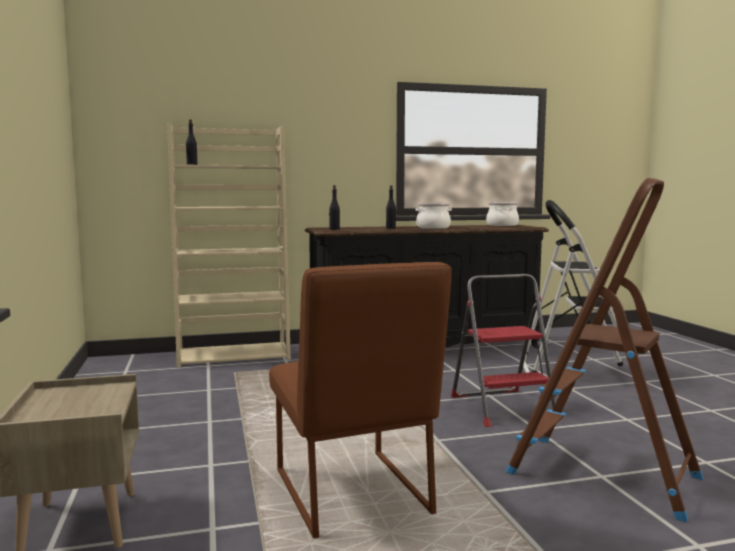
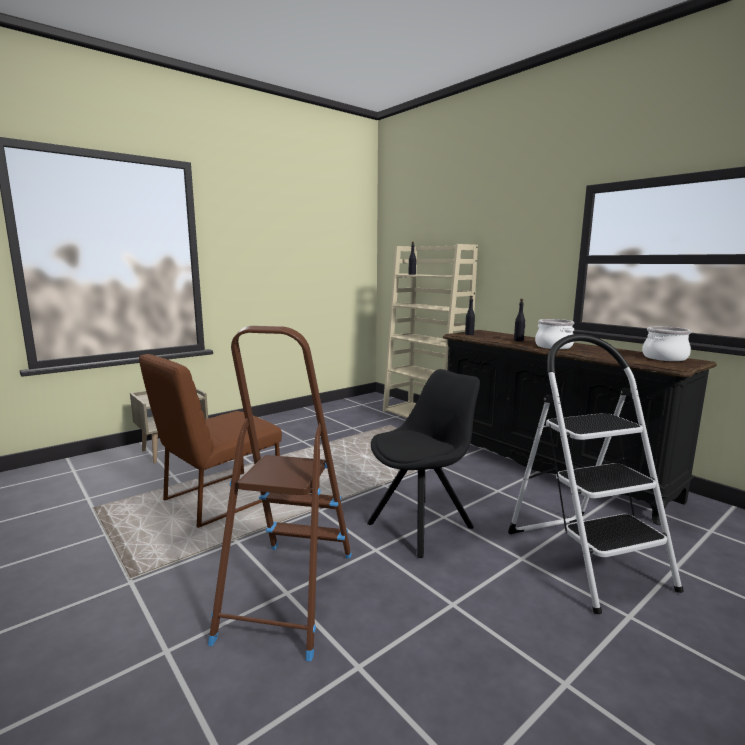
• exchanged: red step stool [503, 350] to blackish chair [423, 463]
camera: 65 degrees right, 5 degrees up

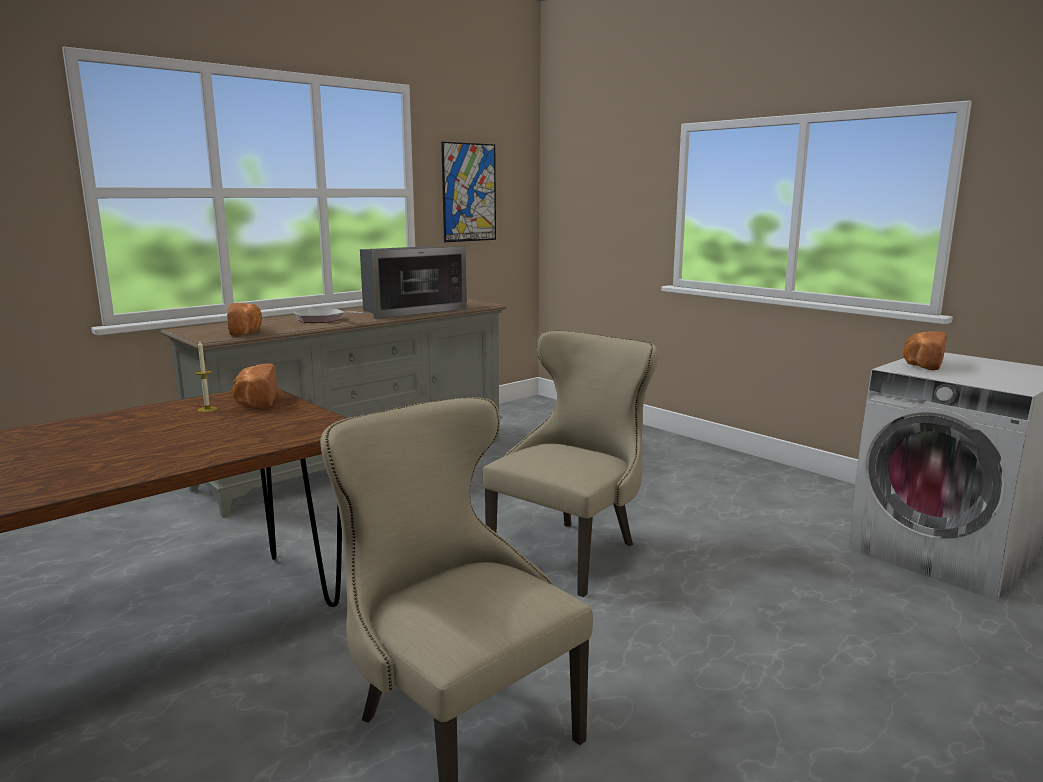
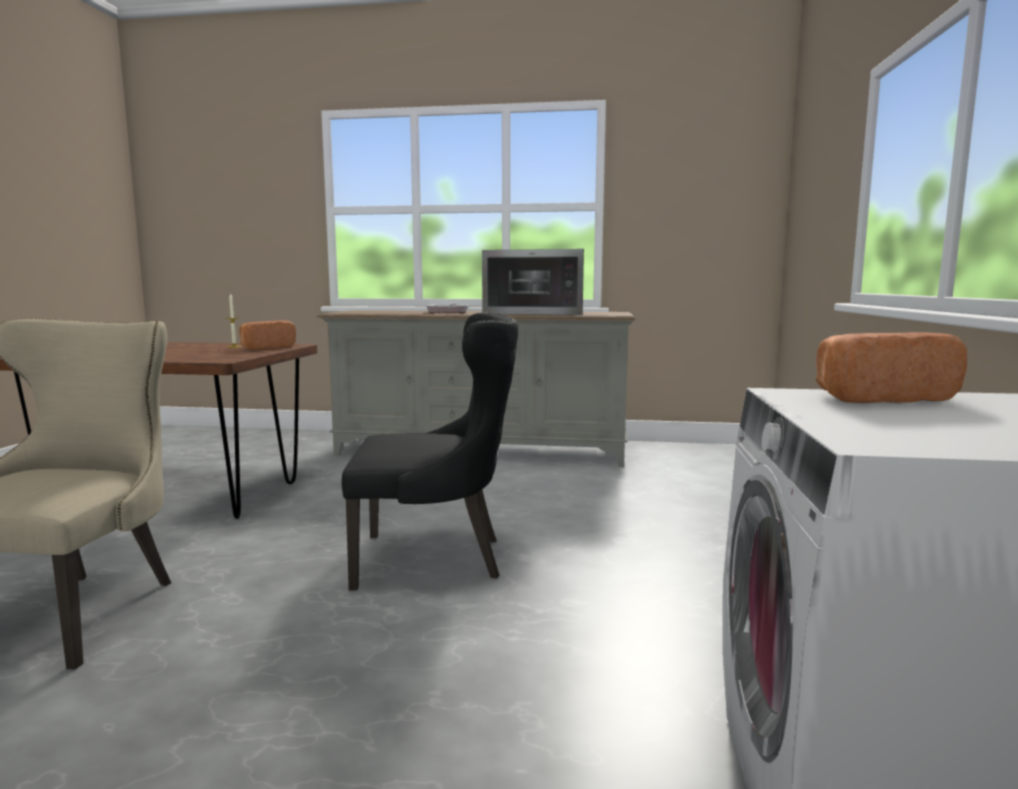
• colour: beige chair [570, 463] to blackish chair [430, 451]
• missing: bread [244, 319]
• missing: wall art [468, 192]
camera: 50 degrees right, 5 degrees down

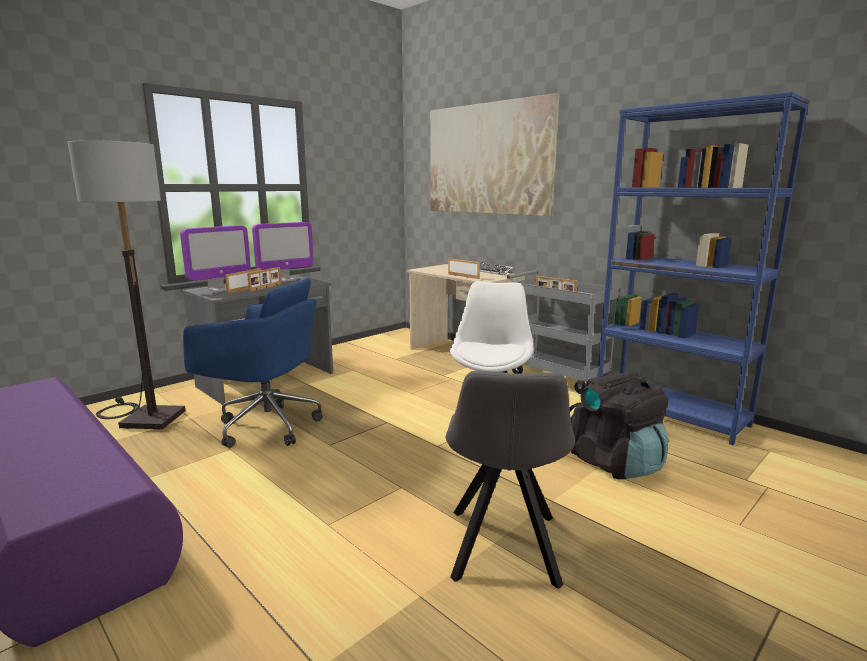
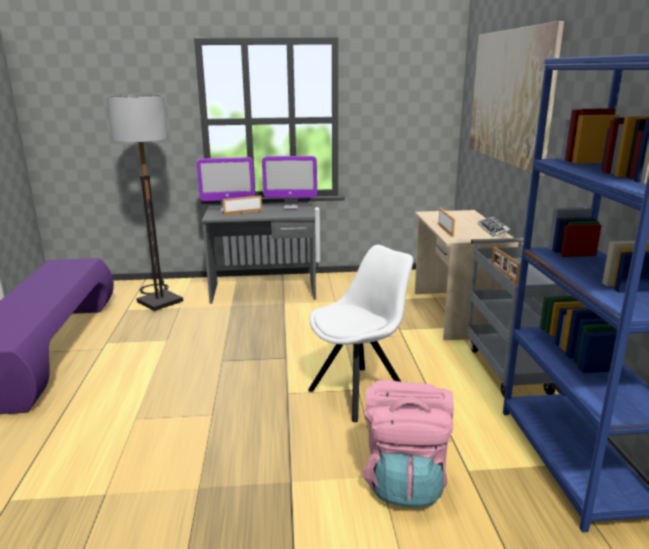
• colour: blackish backpack [618, 425] to pink-coloured backpack [409, 443]
• missing: blue computer chair [252, 363]
• missing: photo frame [264, 279]
• missing: gray chair [510, 479]
camera: 40 degrees right, 5 degrees up

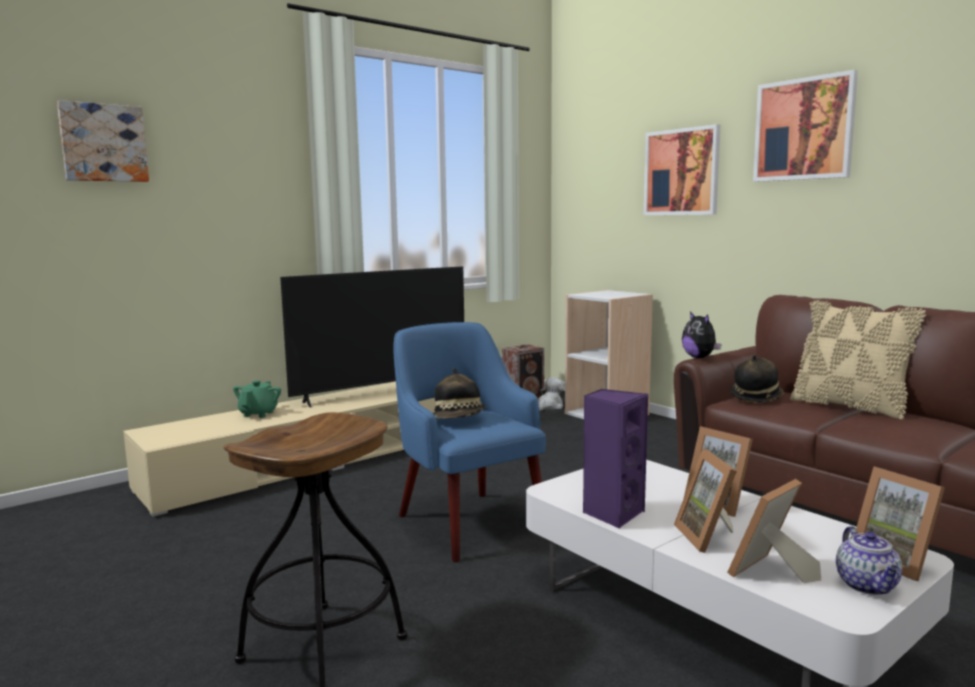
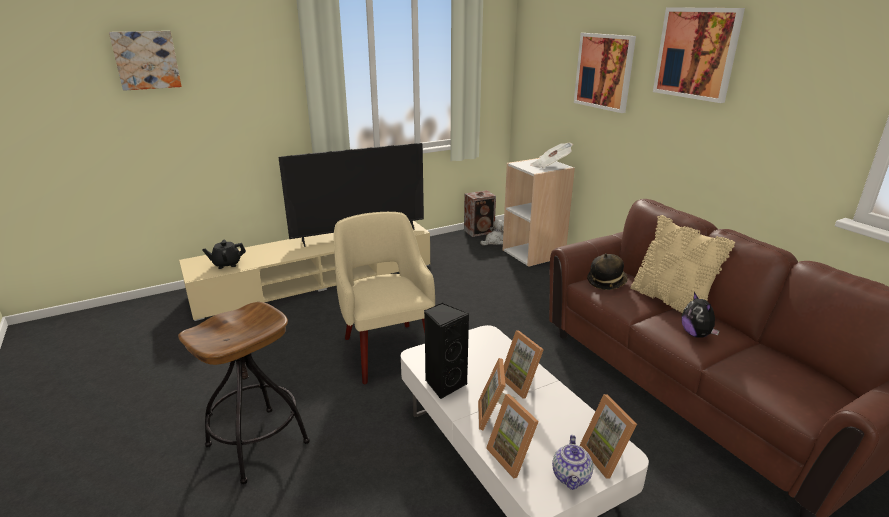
• appeared: blackish pot for tea [224, 254]
• colour: blue armchair [470, 442] to beige armchair [384, 298]
• colour: purple-coloured speaker [615, 459] to blackish speaker [446, 351]
• spun: photo frame [774, 531] = [512, 436] 90 degrees counterclockwise
• appeared: daily paper [551, 155]
• relocated: cuddly toy [702, 334] to [701, 314]
• missing: green pot for tea [257, 399]
• missing: hat [459, 393]
camera: 10 degrees right, 15 degrees up

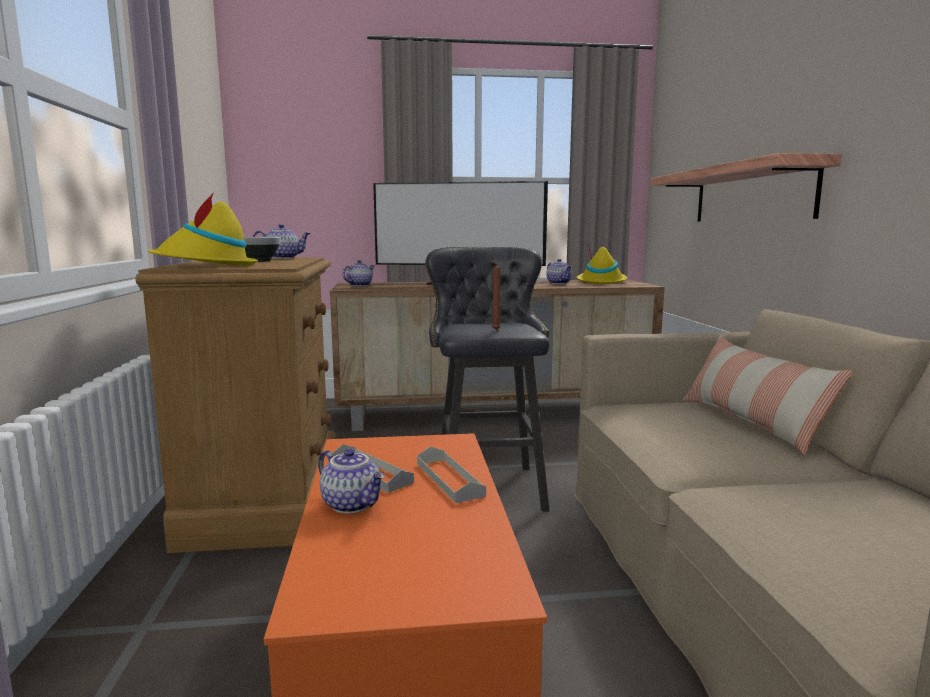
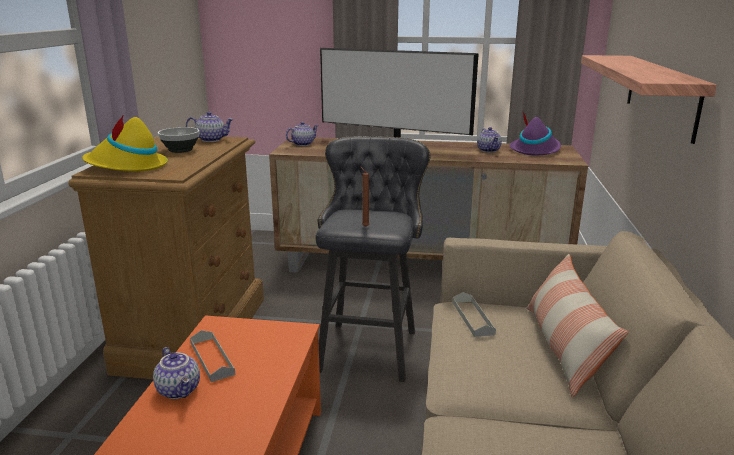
• relocated: gray carrying tray [451, 475] to [474, 314]
• colour: yellow hat [602, 263] to purple-coloured hat [535, 133]
camera: 15 degrees right, 10 degrees up

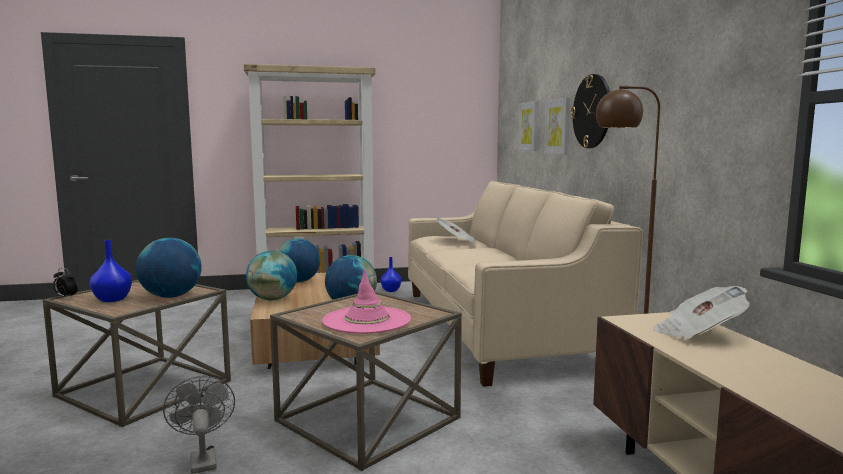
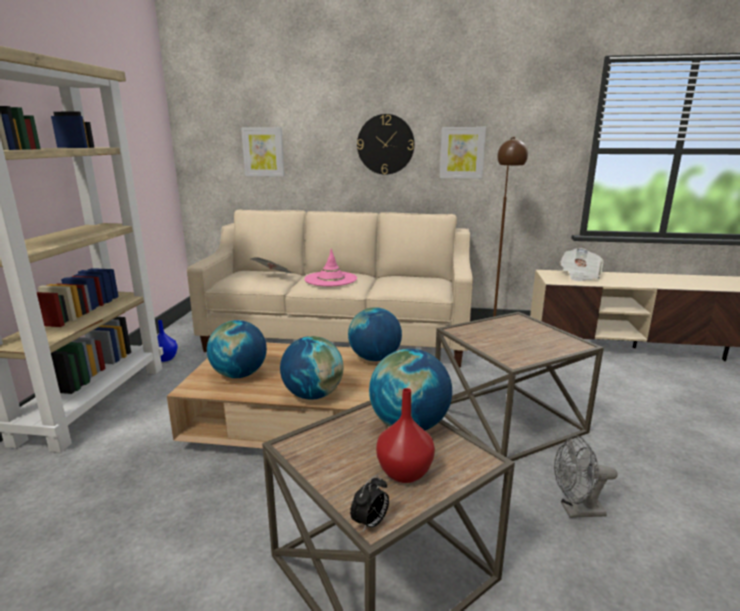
• relocated: pink-coloured hat [366, 301] to [330, 267]
• colour: blue vase [111, 271] to red vase [405, 435]
• relocated: wall art [557, 125] to [463, 153]
camera: 70 degrees left, 10 degrees up

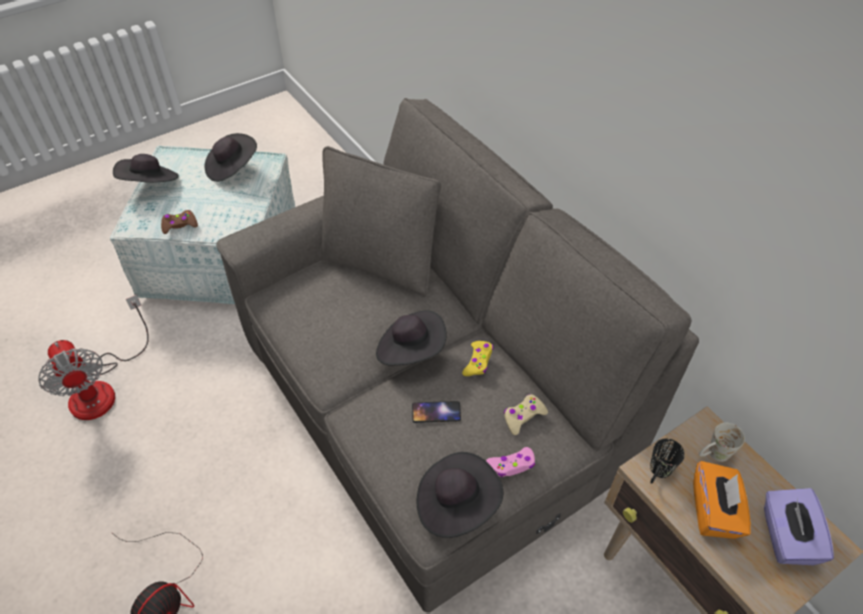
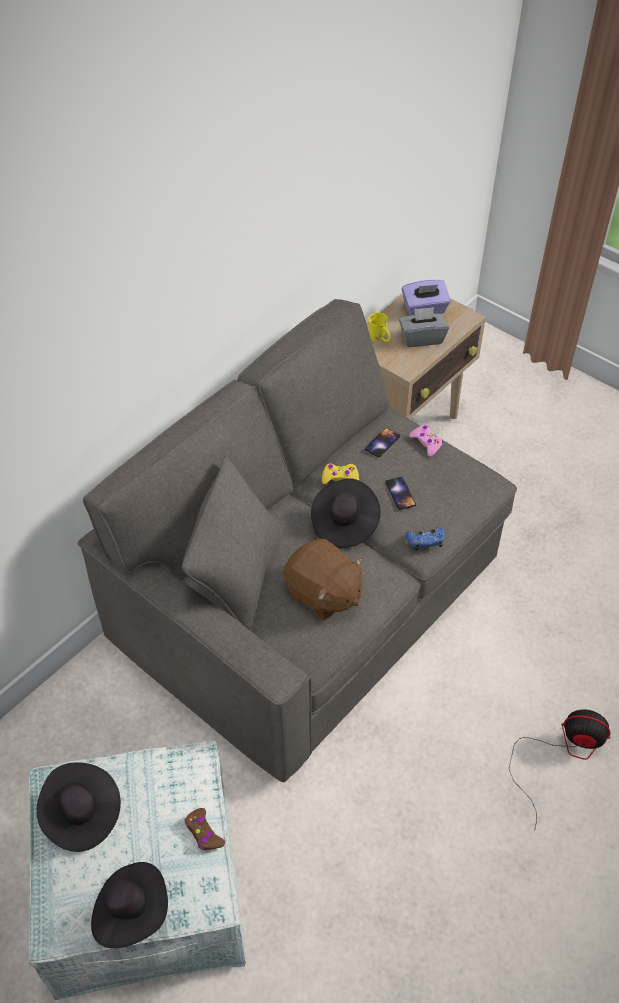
• appeared: brownish cuddly toy [323, 579]
• exchanged: beige game controller [526, 414] to phone [382, 442]
• colour: white-coloured mug [722, 442] to yellow mug [379, 327]
• colour: orange-coloured box of tissues [722, 500] to gray box of tissues [424, 327]
• appeared: blue game controller [425, 538]
• missing: cooling fan [93, 357]
• missing: blackish hat [459, 495]
• missing: blackish mug [667, 461]
camera: 105 degrees left, 0 degrees up

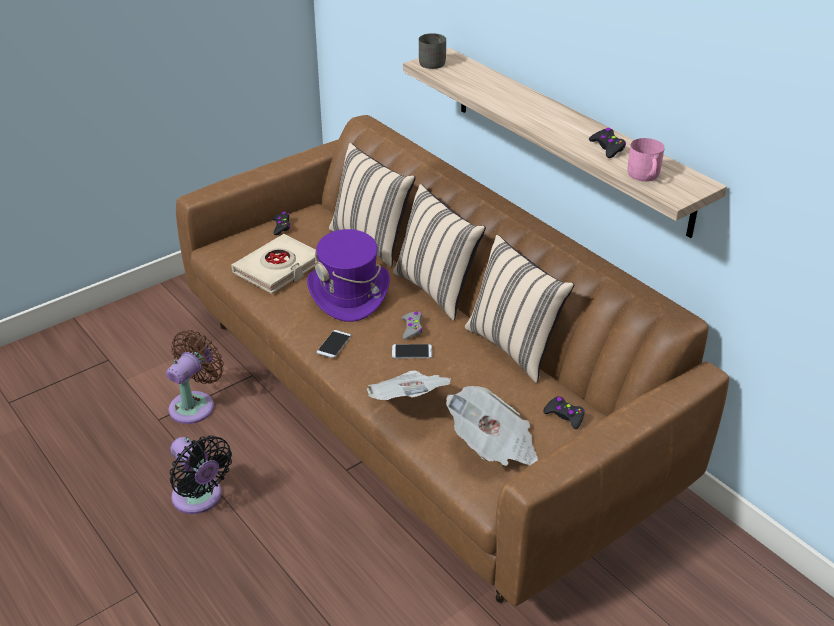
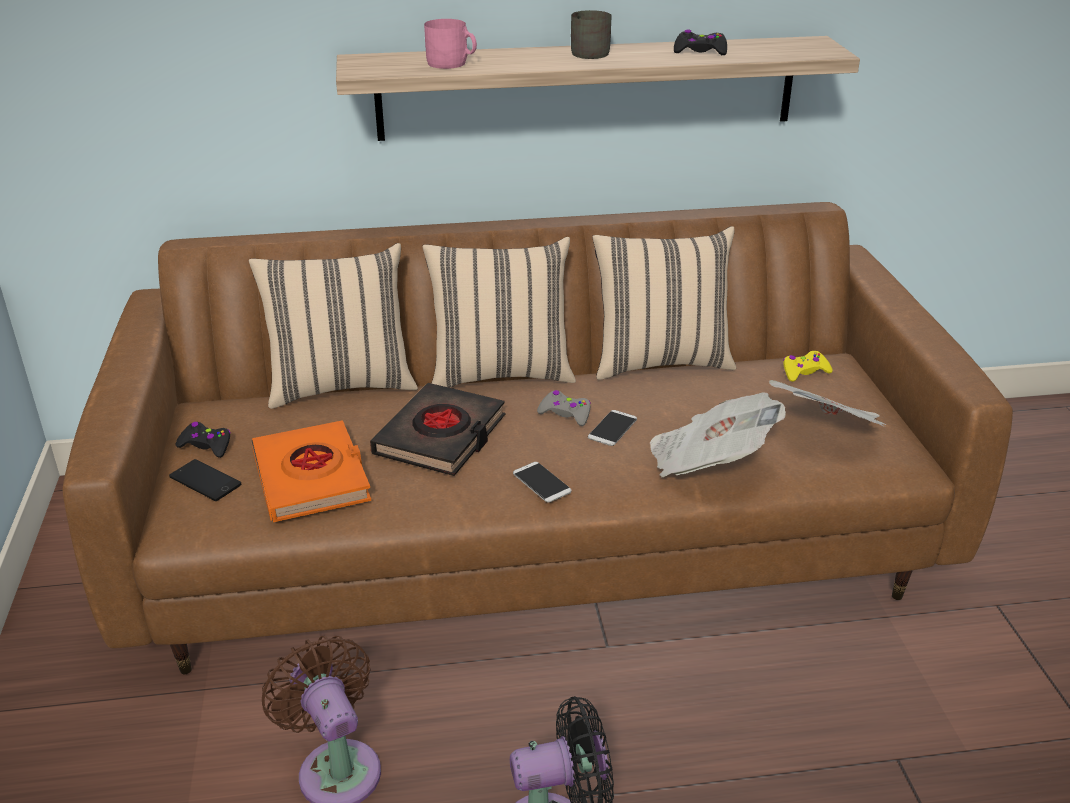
• appeared: phone [205, 480]
• colour: beige bound book [273, 264] to orange-coloured bound book [311, 471]
• exchanged: purple-coloured hat [348, 275] to blackish bound book [438, 429]
• relocated: pink-coloured mug [646, 160] to [450, 44]
• relocated: gray mug [432, 51] to [591, 34]
• colour: blackish game controller [564, 412] to yellow game controller [808, 366]
camera: 60 degrees left, 5 degrees down

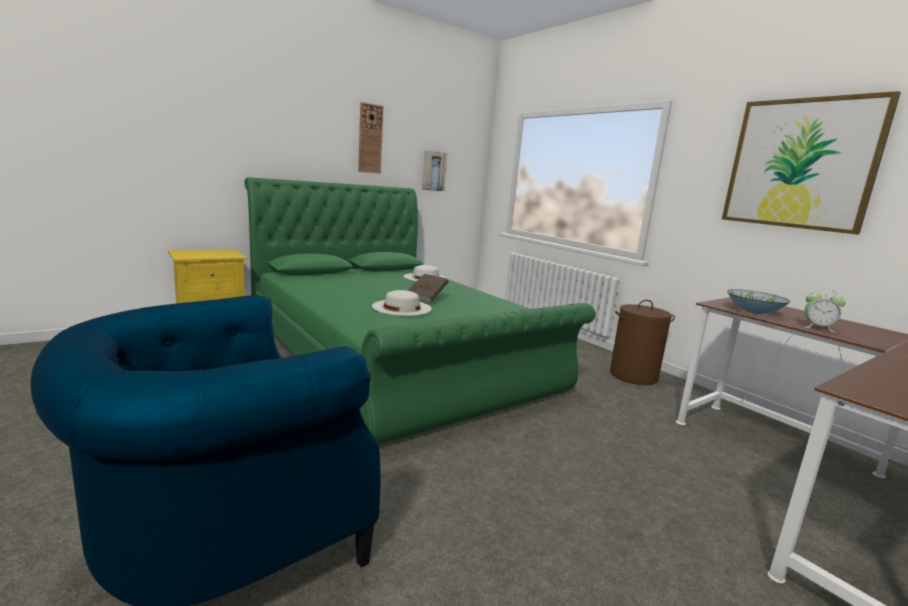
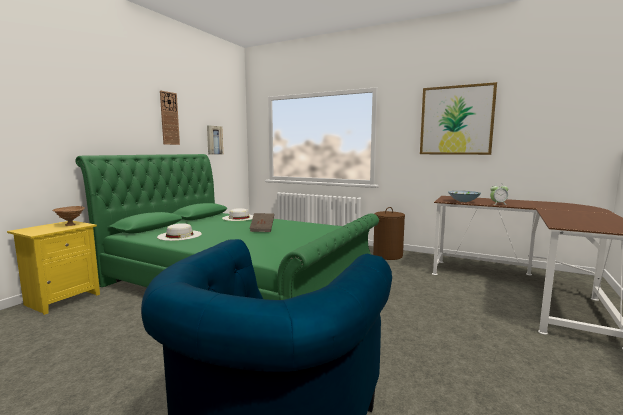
• appeared: brownish deep dish [68, 216]
• relocated: white-coloured hat [402, 303] to [179, 232]
camera: 25 degrees left, 5 degrees down

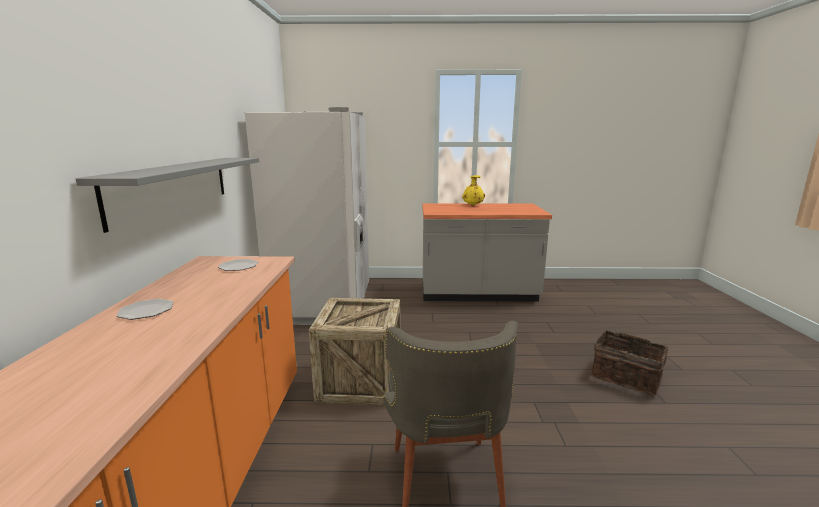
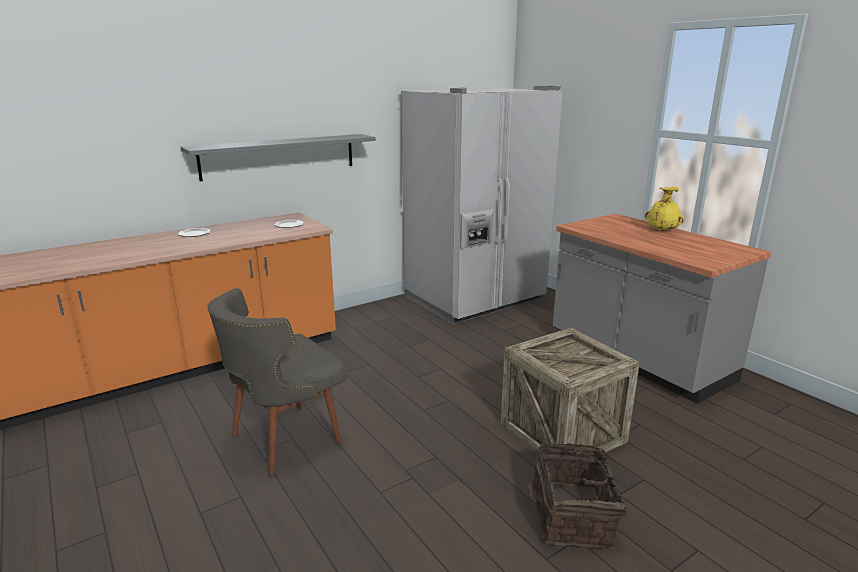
• relocated: shipping crate [355, 351] to [570, 391]
camera: 55 degrees right, 5 degrees up

